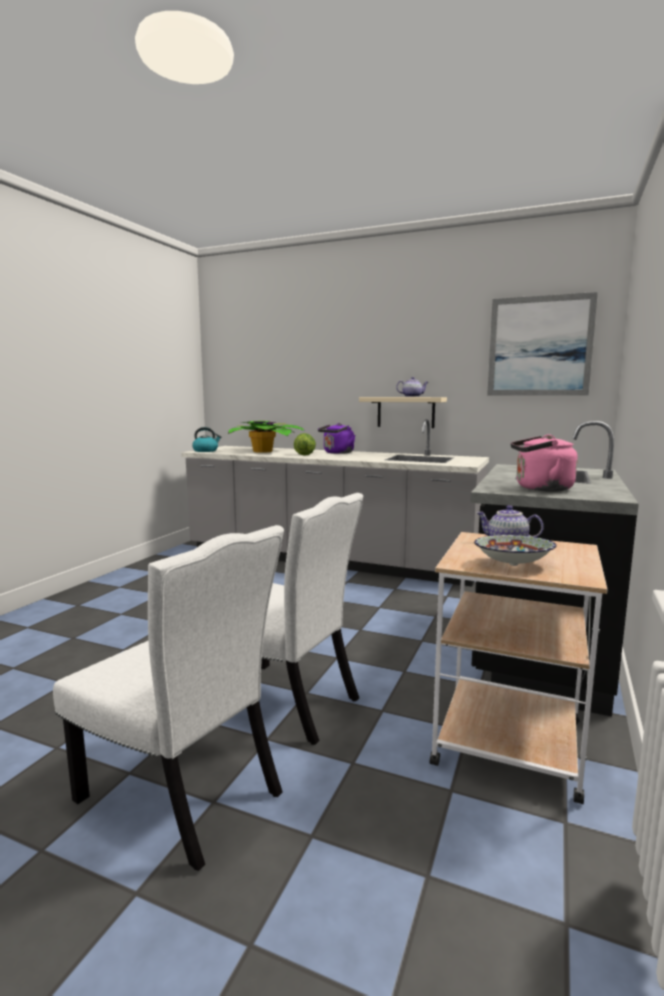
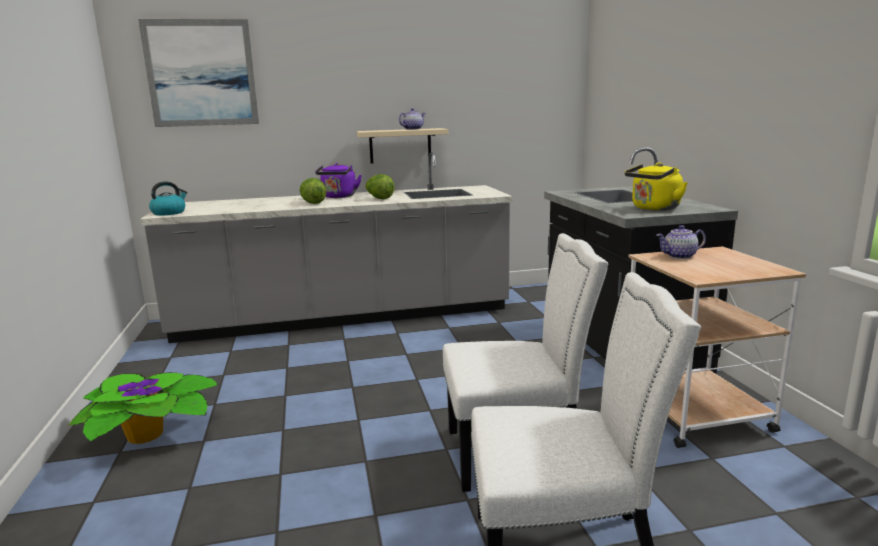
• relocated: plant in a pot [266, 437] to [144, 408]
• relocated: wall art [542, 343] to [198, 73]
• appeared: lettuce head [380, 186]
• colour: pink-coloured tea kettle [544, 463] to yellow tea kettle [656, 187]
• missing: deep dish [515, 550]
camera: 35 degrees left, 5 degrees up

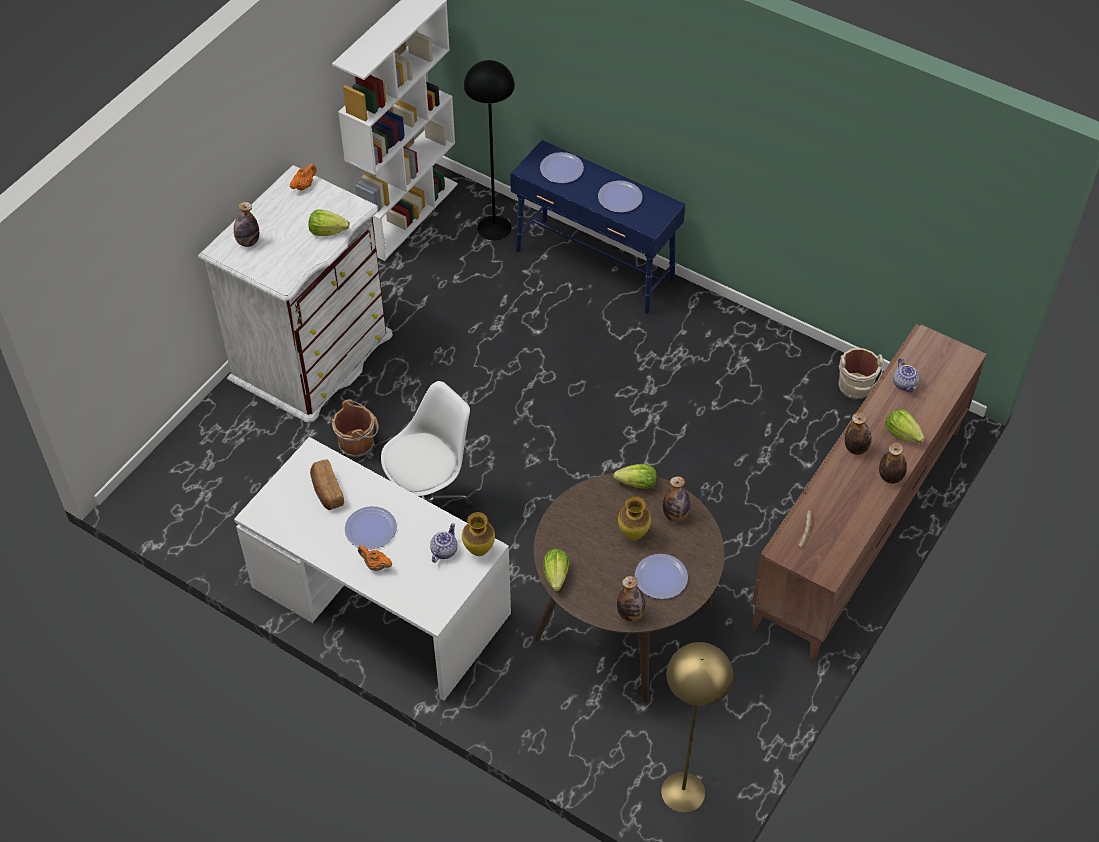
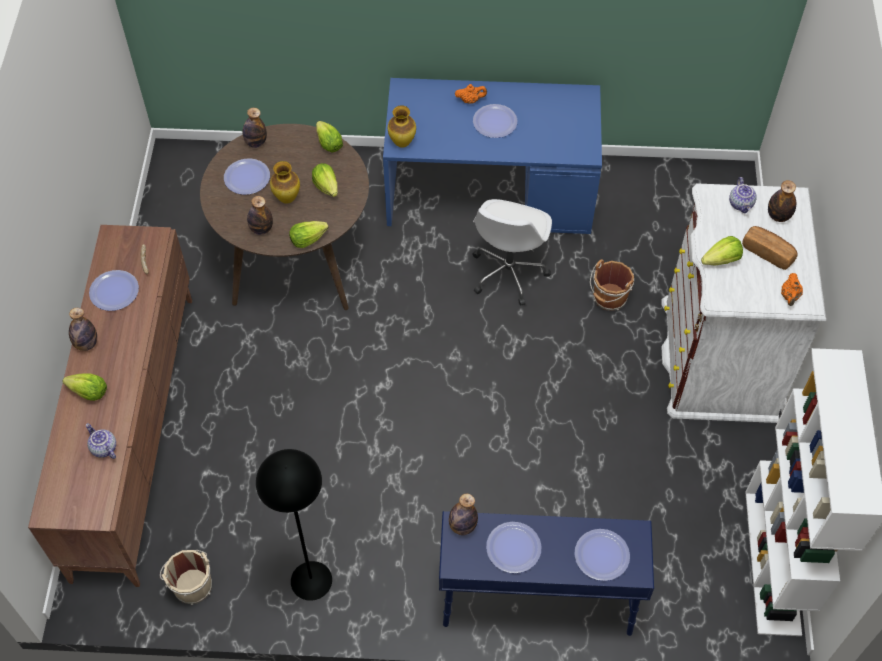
• appeared: plate [114, 290]
• relocated: blackish floor lamp [489, 150] to [294, 525]
• appeared: lettuce head [325, 180]
• colour: white-coloured desk unit [372, 569] to blue desk unit [492, 156]
• relocated: beverage bottle [858, 433] to [463, 514]
• relocated: pot for tea [444, 543] to [743, 195]
• relocated: bread [327, 484] to [770, 248]
• missing: yellow floor lamp [697, 727]
camera: 150 degrees right, 5 degrees up

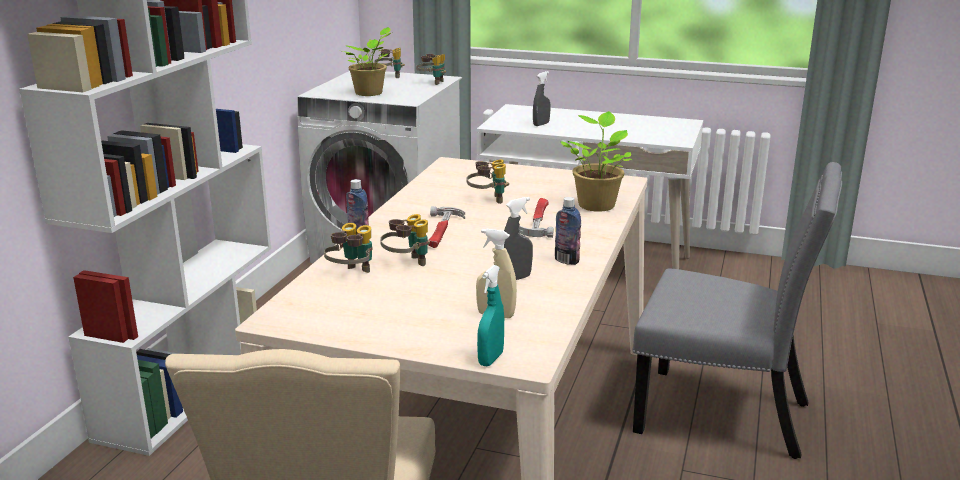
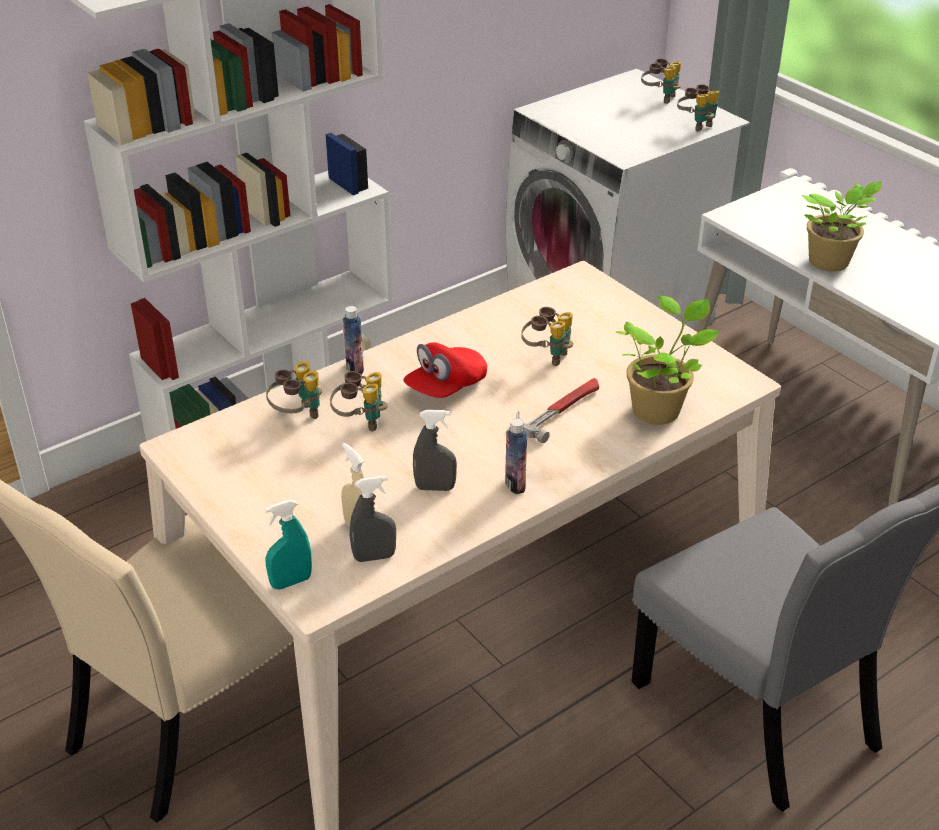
• relocated: gray hand sprayer [541, 98] to [373, 519]
• exchanged: hand hammer [446, 227] to red cap [445, 370]
• relocated: plant in a pot [368, 61] to [841, 226]
camera: 35 degrees right, 15 degrees up

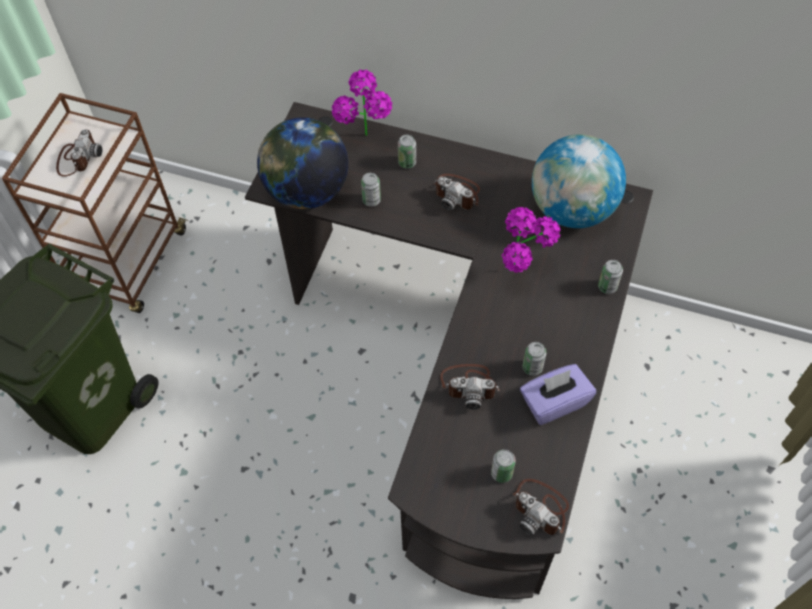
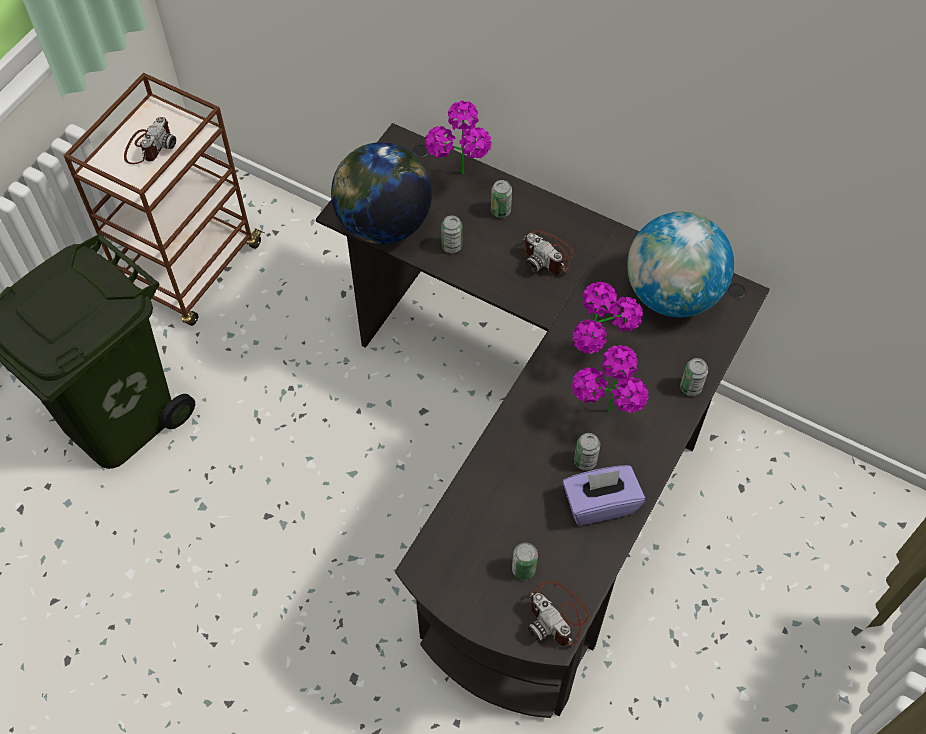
• appeared: plant in a pot [610, 379]
• missing: still camera [470, 387]
camera: 10 degrees right, 0 degrees up

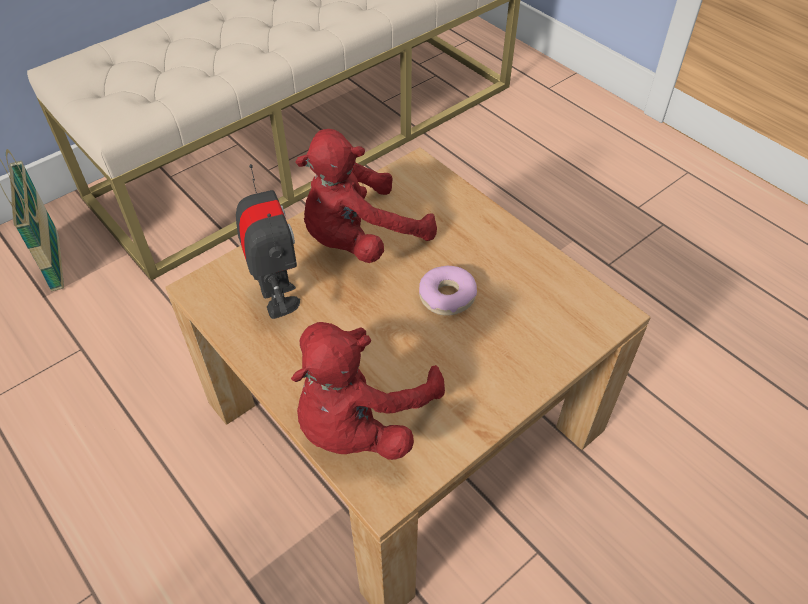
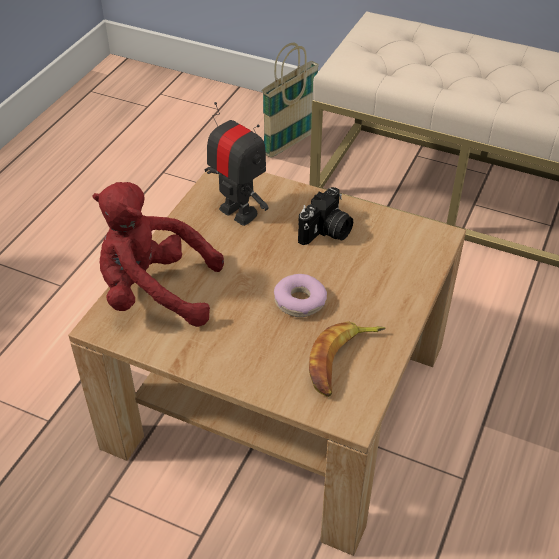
• spun: robot figure [268, 241] = [237, 164] 90 degrees counterclockwise
• exchanged: red cuddly toy [366, 196] to still camera [325, 216]
• appeared: banana [347, 359]
camera: 65 degrees right, 5 degrees down

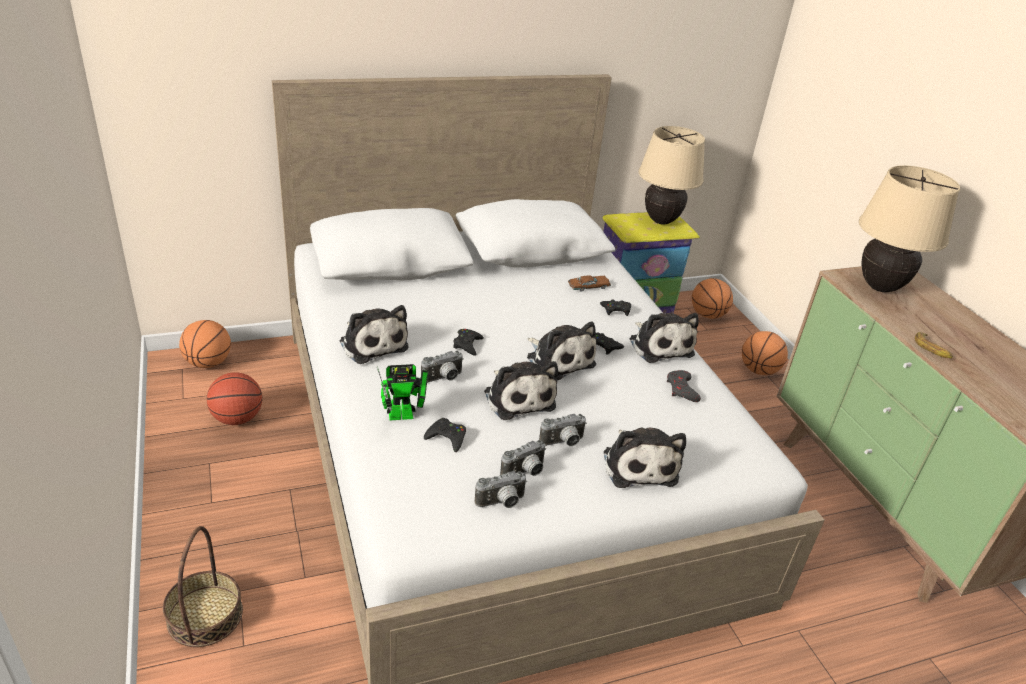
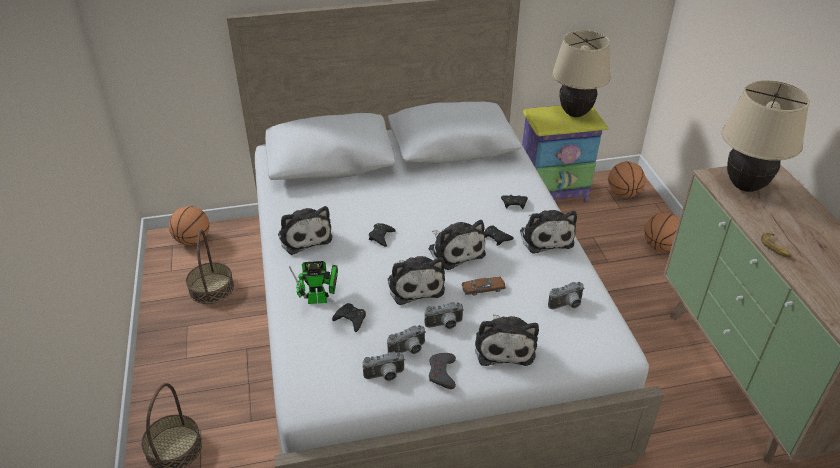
• exchanged: basketball [234, 398] to household basket [210, 267]
• relocated: gray game controller [684, 386] to [442, 371]
• relocated: brownish model car [589, 283] to [483, 286]
• relocated: still camera [442, 367] to [566, 295]
camera: 10 degrees right, 5 degrees up

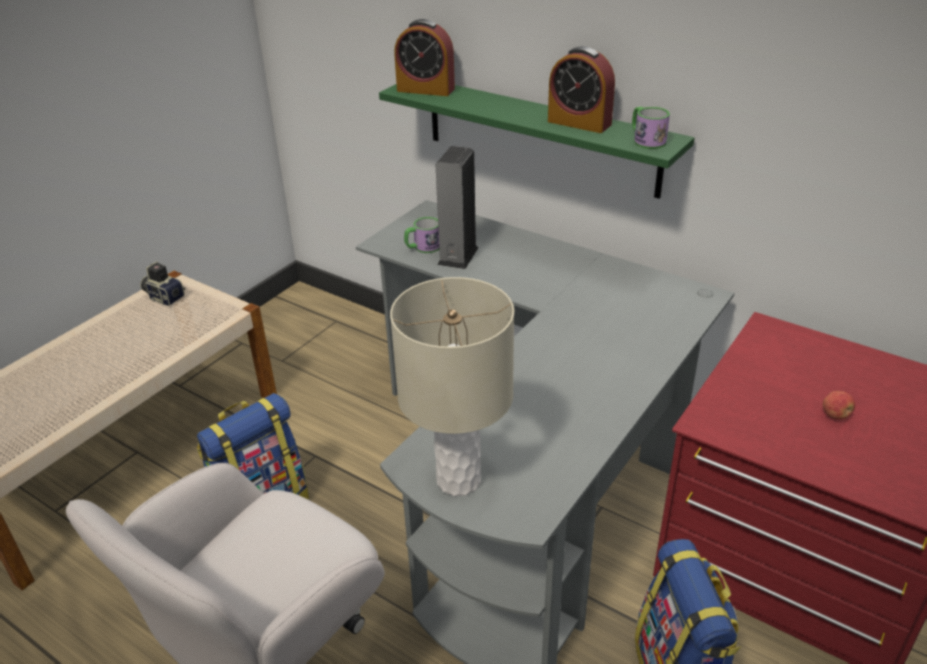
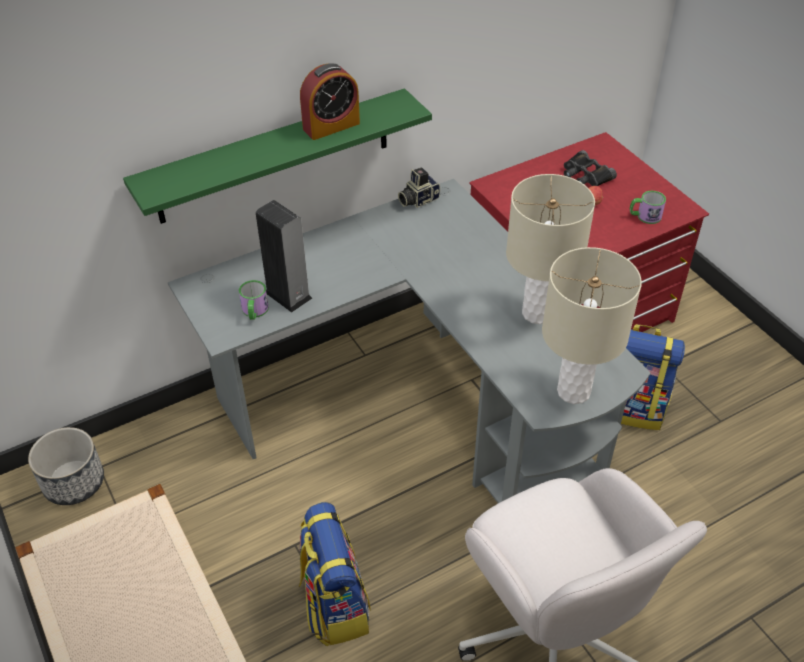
• appeared: planter [66, 466]
• relocated: still camera [162, 283] to [419, 188]
• appeared: beige table lamp [550, 249]
• appeared: blackish binoculars [590, 168]
• relocated: mug [651, 128] to [648, 207]
• missing: alarm clock [424, 57]
camera: 65 degrees left, 10 degrees up

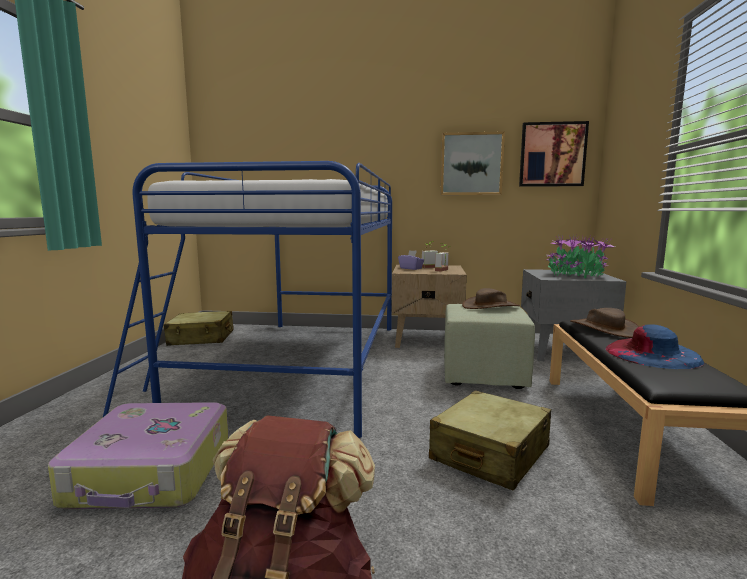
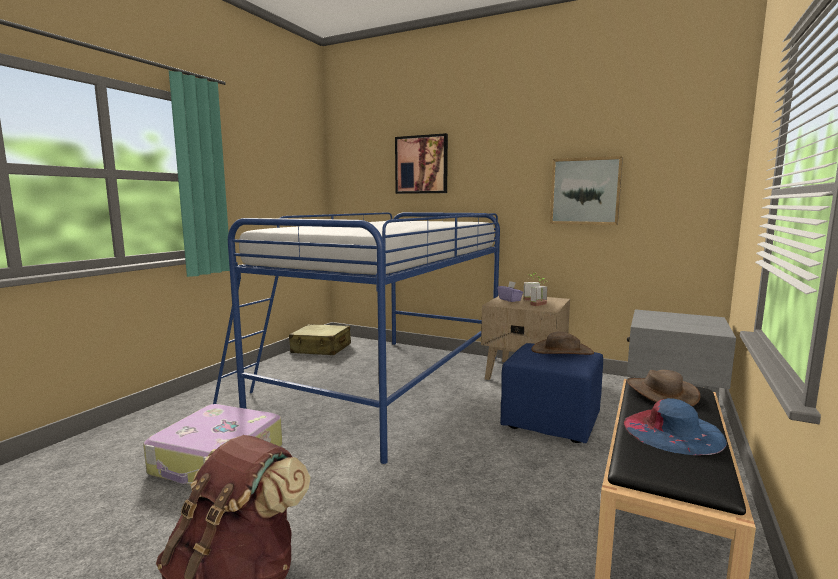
• relocated: wall art [554, 154] to [421, 163]
• colour: green pouffe [489, 346] to blue pouffe [551, 393]
• missing: beige travel case [490, 440]
• missing: plant in a pot [581, 256]
camera: 20 degrees right, 0 degrees up

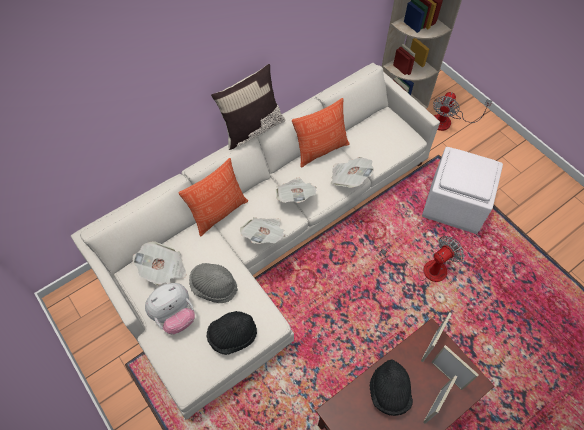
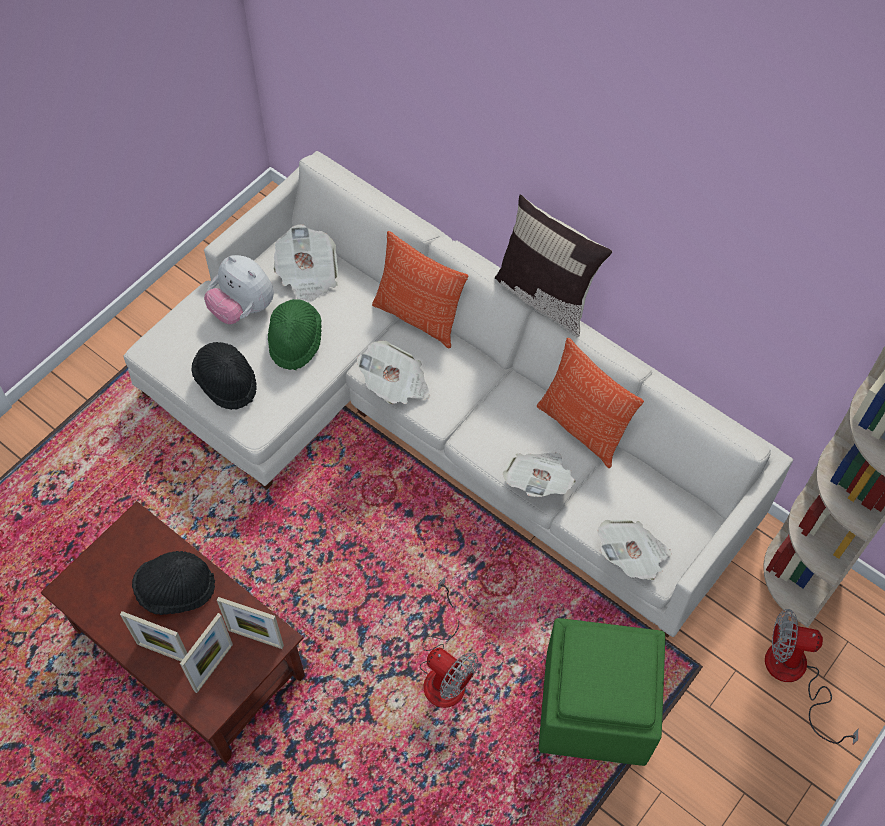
• colour: gray hat [213, 283] to green hat [295, 334]
• colour: white-coloured pouffe [462, 190] to green pouffe [602, 692]
• relocated: daily paper [296, 190] to [634, 550]
camera: 75 degrees right, 0 degrees up

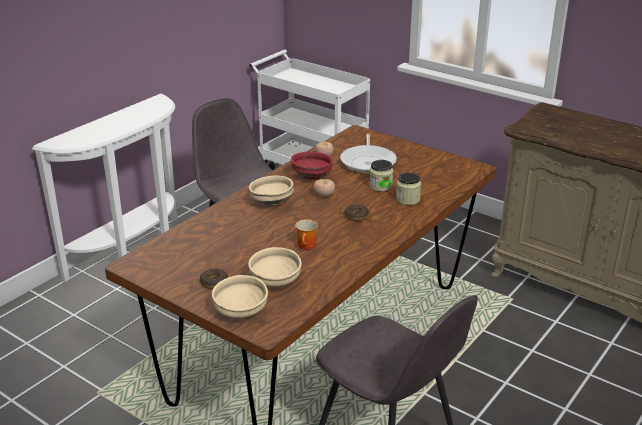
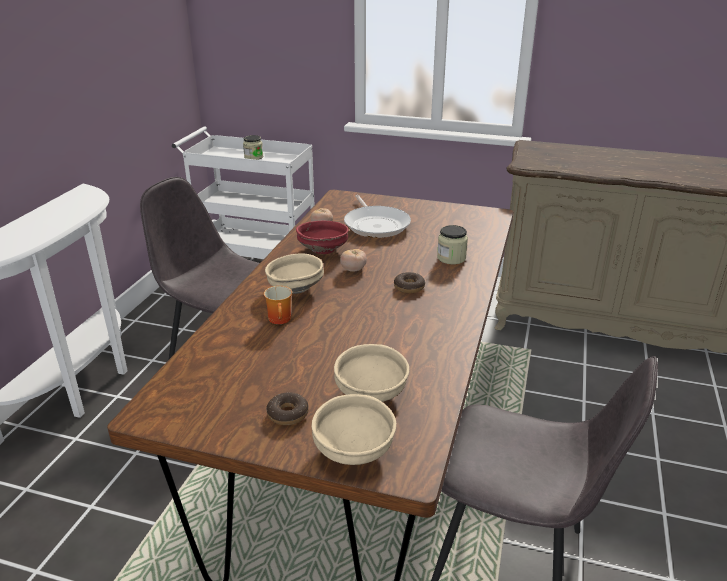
• relocated: preserve jar [381, 176] to [253, 147]
• relocated: mug [306, 234] to [278, 305]
camera: 20 degrees left, 0 degrees up

